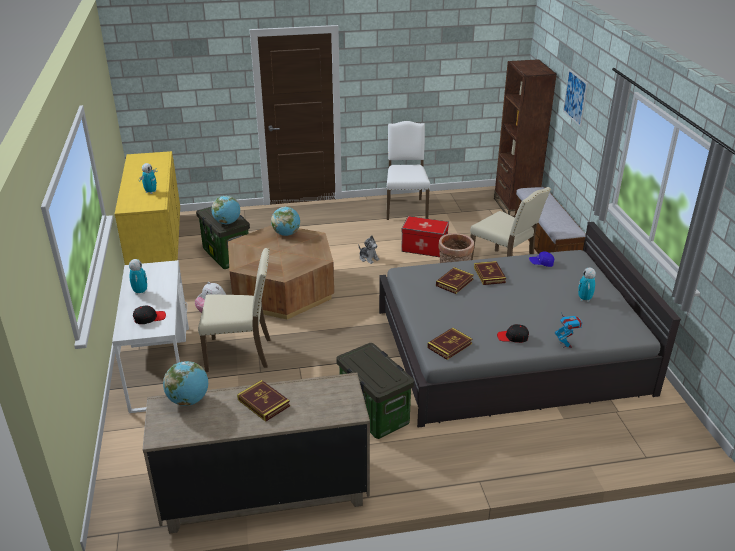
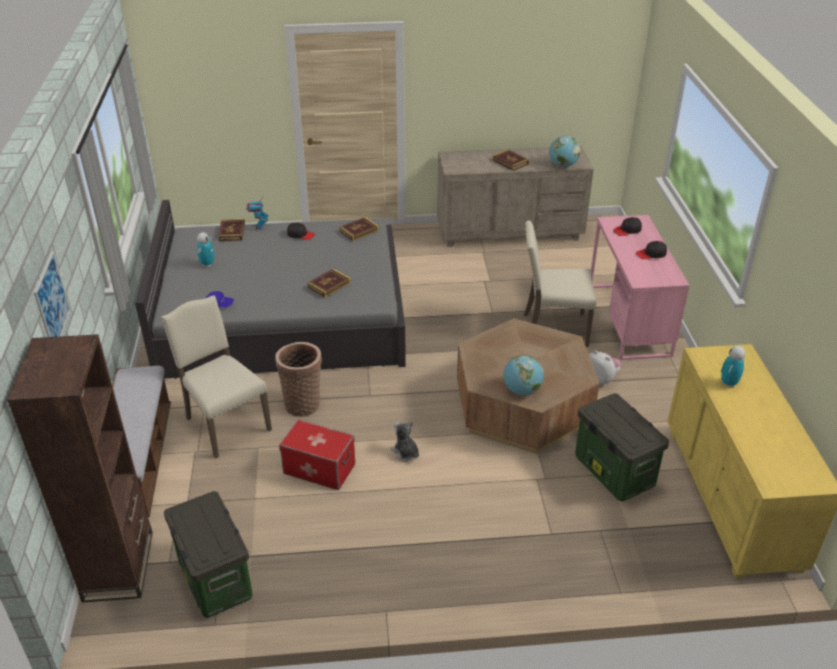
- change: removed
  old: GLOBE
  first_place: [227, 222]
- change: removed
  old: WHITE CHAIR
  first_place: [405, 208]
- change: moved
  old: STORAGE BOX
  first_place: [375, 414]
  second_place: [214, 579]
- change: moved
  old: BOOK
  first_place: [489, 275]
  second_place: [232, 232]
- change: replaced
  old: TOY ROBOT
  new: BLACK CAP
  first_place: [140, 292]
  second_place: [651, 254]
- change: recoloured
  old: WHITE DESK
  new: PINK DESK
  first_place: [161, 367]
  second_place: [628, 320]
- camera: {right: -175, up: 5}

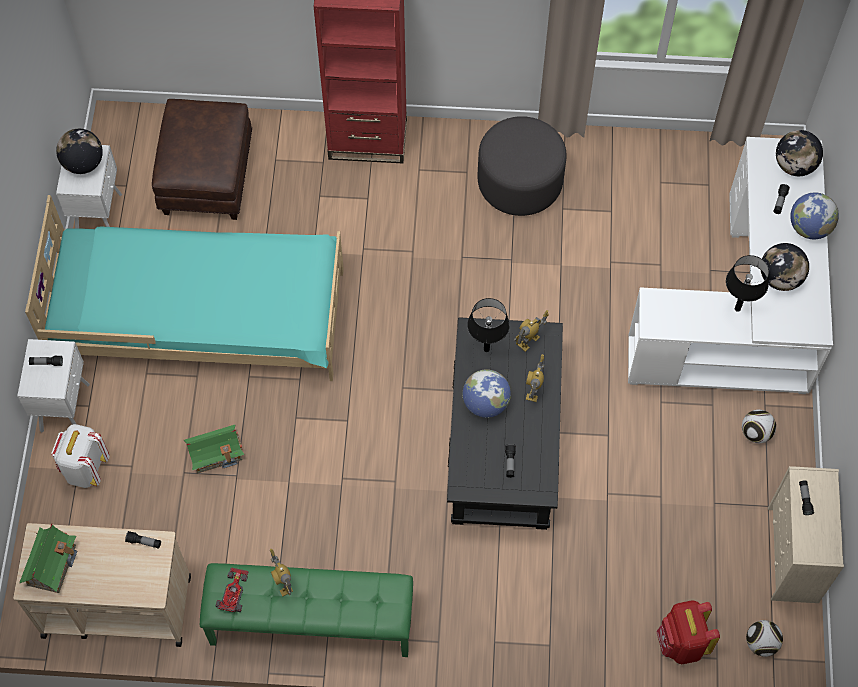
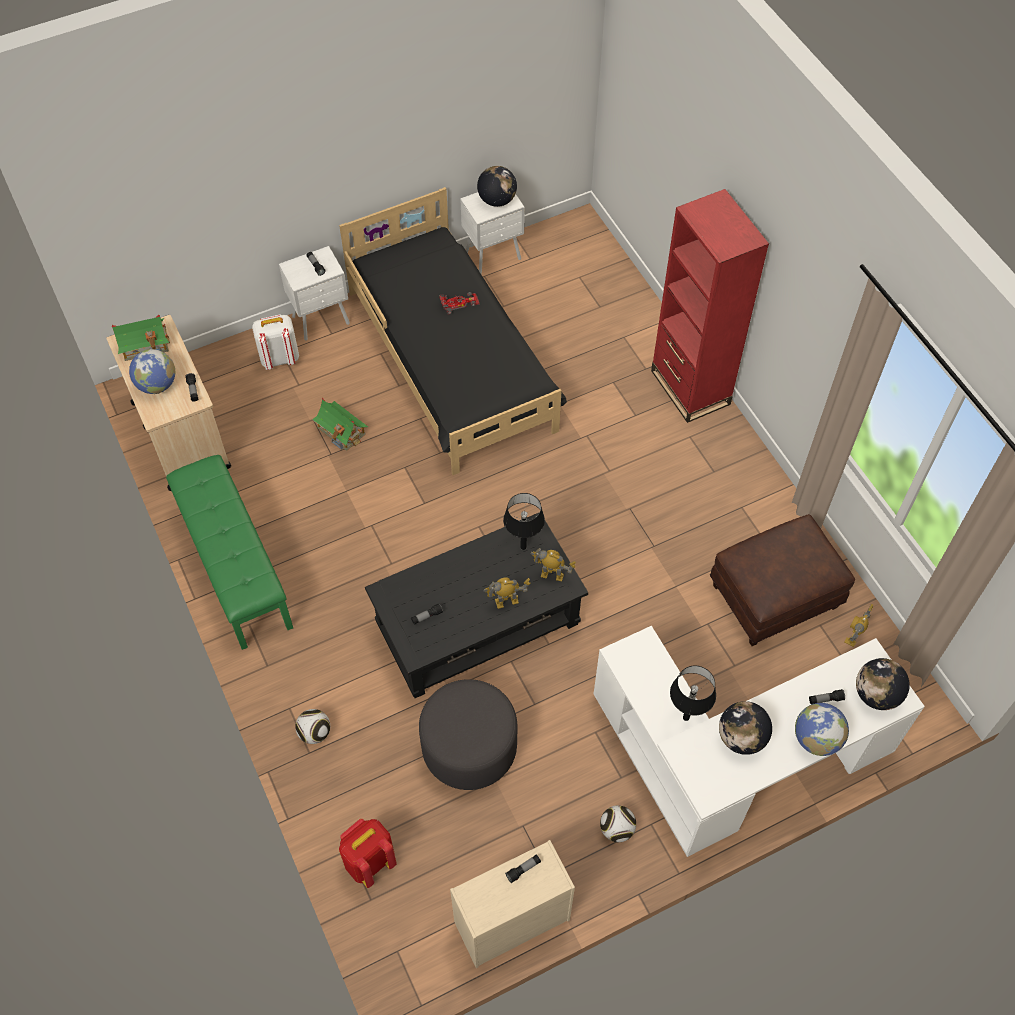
- change: moved
  old: BROWN OTTOMAN
  first_place: [206, 176]
  second_place: [775, 595]
- change: moved
  old: TOY CAR
  first_place: [233, 591]
  second_place: [459, 303]
- change: moved
  old: TOY ROBOT
  first_place: [283, 583]
  second_place: [853, 637]
- change: moved
  old: GLOBE
  first_place: [485, 403]
  second_place: [157, 385]
- change: moved
  old: GREY OTTOMAN
  first_place: [520, 182]
  second_place: [469, 747]
- change: moved
  old: FOOTBALL
  first_place: [761, 643]
  second_place: [314, 732]
- change: recoloured
  old: TURQUOISE BED
  new: BLACK BED
  first_place: [200, 315]
  second_place: [452, 361]
- camera: {right: 60, up: -5}

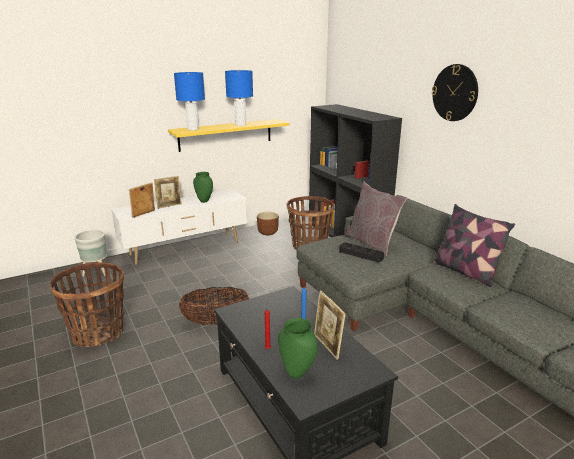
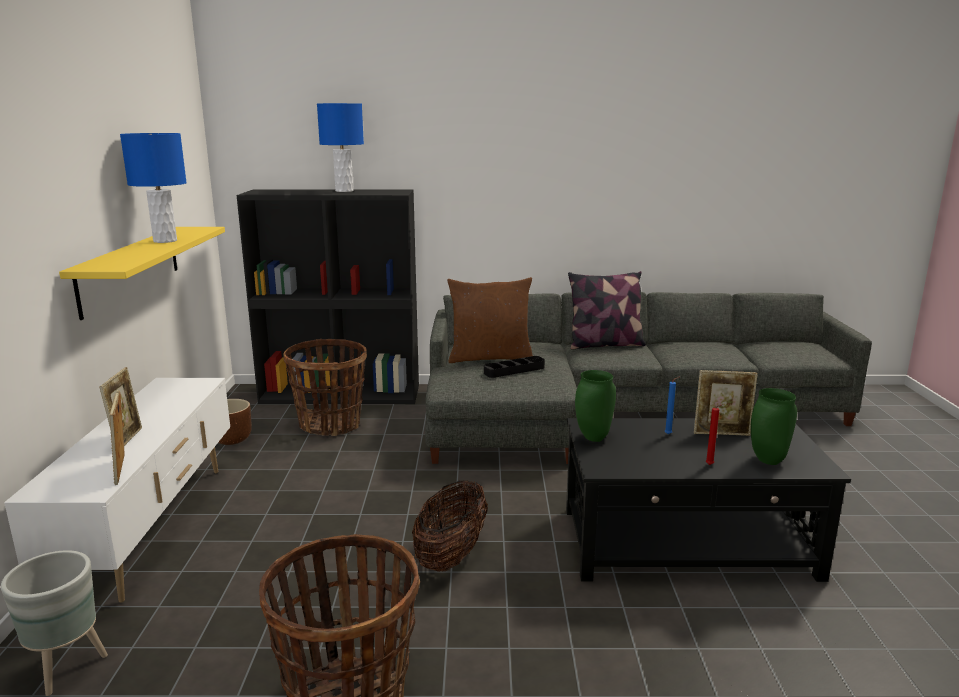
- change: removed
  old: WALL CLOCK
  first_place: [455, 93]
- change: moved
  old: BLUE TABLE LAMP
  first_place: [192, 129]
  second_place: [344, 191]
- change: moved
  old: GREEN VASE
  first_place: [204, 201]
  second_place: [594, 438]
- change: recoloured
  old: GREY PILLOW
  new: BROWN PILLOW
  first_place: [372, 243]
  second_place: [490, 358]
- camera: {right: -60, up: -5}

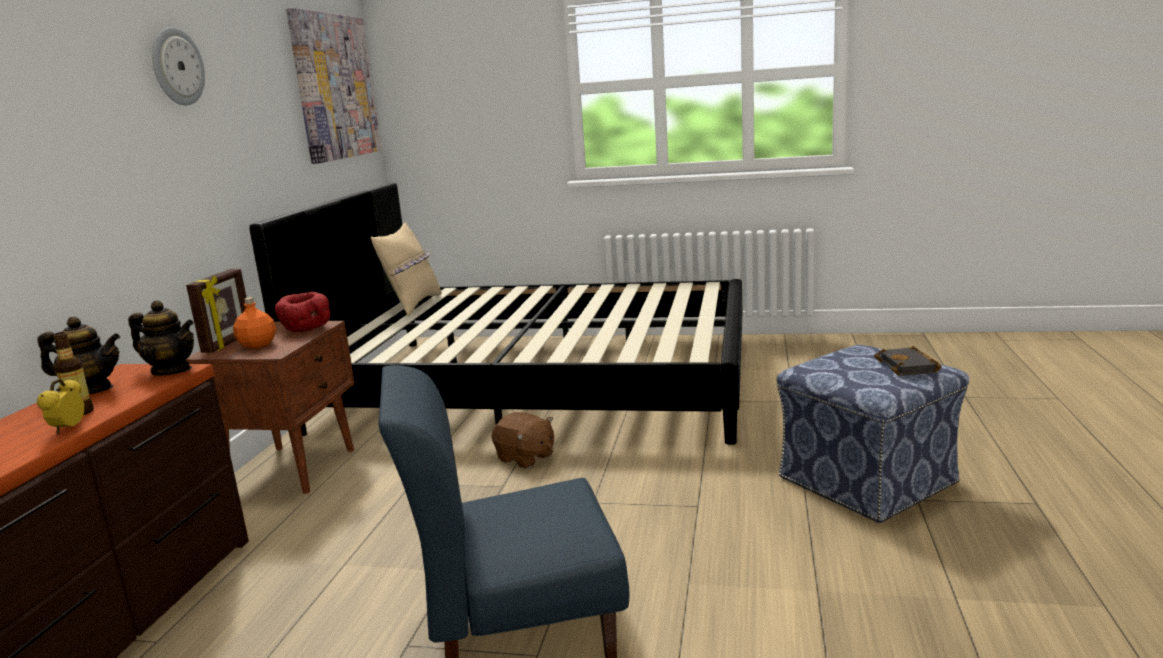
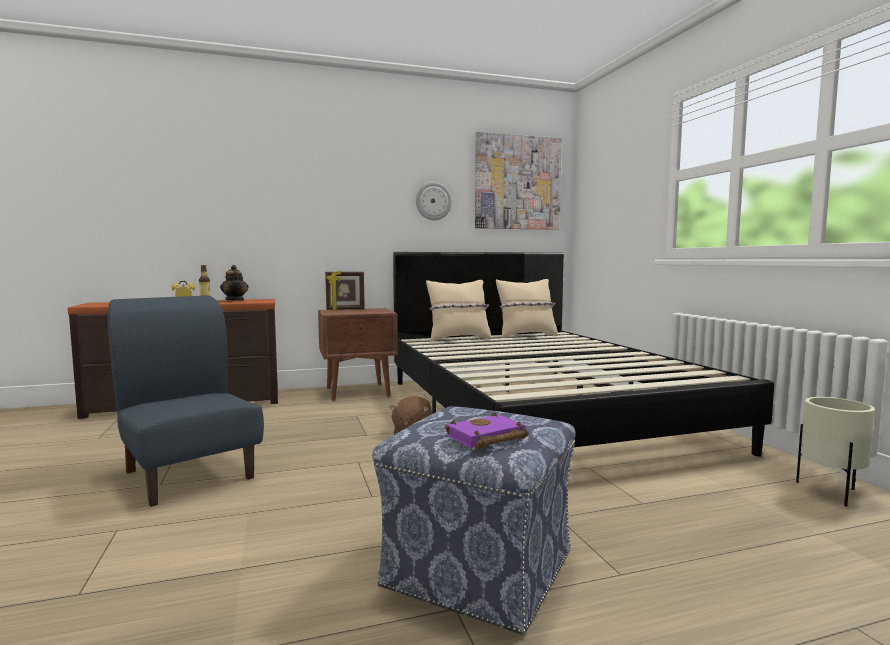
- change: removed
  old: TEAPOT
  first_place: [171, 371]
- change: removed
  old: ORANGE BOTTLE
  first_place: [257, 345]
- change: removed
  old: RED BOWL
  first_place: [305, 329]
- change: added
  new: BEIGE PILLOW
  second_place: [458, 338]
- change: added
  new: BEIGE PLANTER
  second_place: [831, 493]
- change: moved
  old: WALL CLOCK
  first_place: [177, 67]
  second_place: [433, 201]
- change: recoloured
  old: BLACK BOOK
  new: PURPLE BOOK
  first_place: [909, 367]
  second_place: [486, 439]
- camera: {right: 60, up: -10}

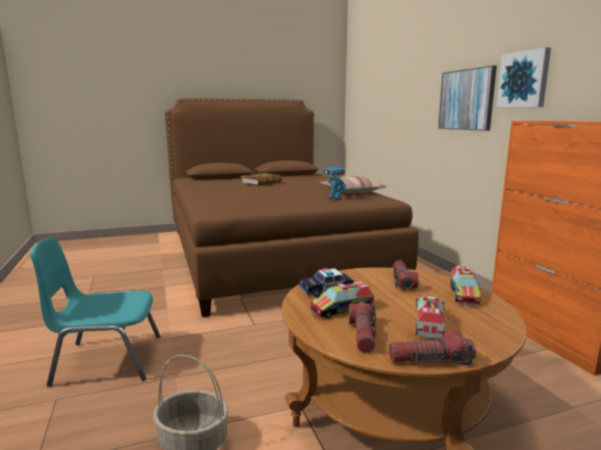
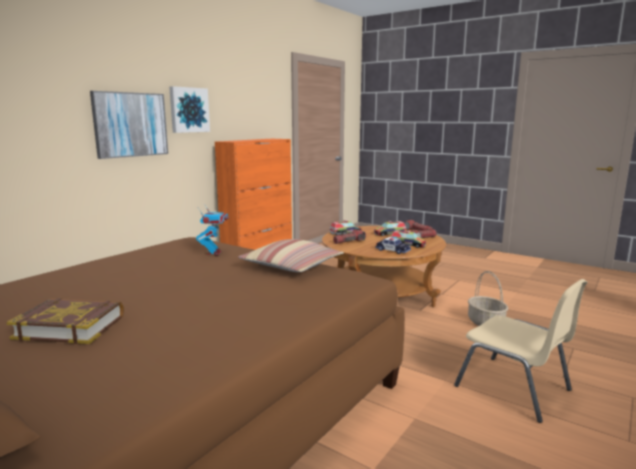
- change: moved
  old: PILLOW
  first_place: [352, 192]
  second_place: [291, 266]
- change: recoloured
  old: TURQUOISE CHAIR
  new: BEIGE CHAIR
  first_place: [106, 360]
  second_place: [514, 388]
- camera: {right: -125, up: 0}

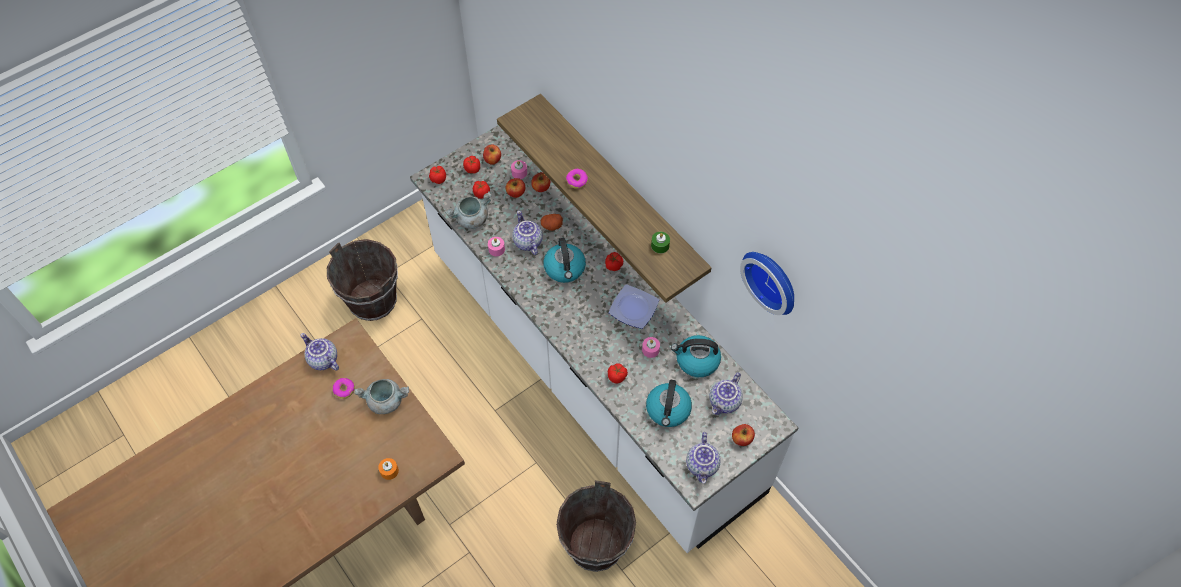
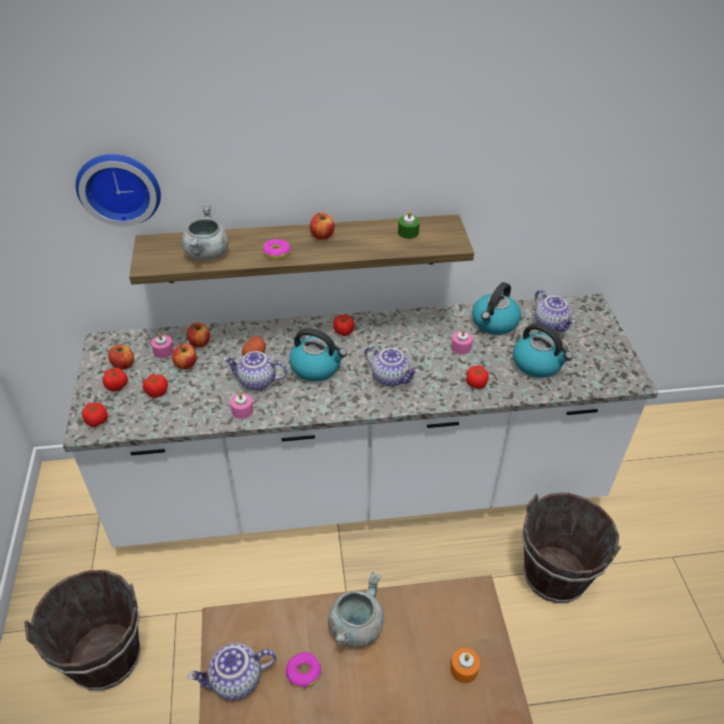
- change: removed
  old: PLATE
  first_place: [634, 309]
- change: moved
  old: GREY COOKING POT
  first_place: [471, 219]
  second_place: [207, 254]
- change: moved
  old: TEAPOT
  first_place: [703, 465]
  second_place: [391, 377]
- change: moved
  old: APPLE
  first_place: [742, 439]
  second_place: [322, 235]
- change: moved
  old: WALL CLOCK
  first_place: [772, 279]
  second_place: [119, 187]
- camera: {right: -60, up: -15}

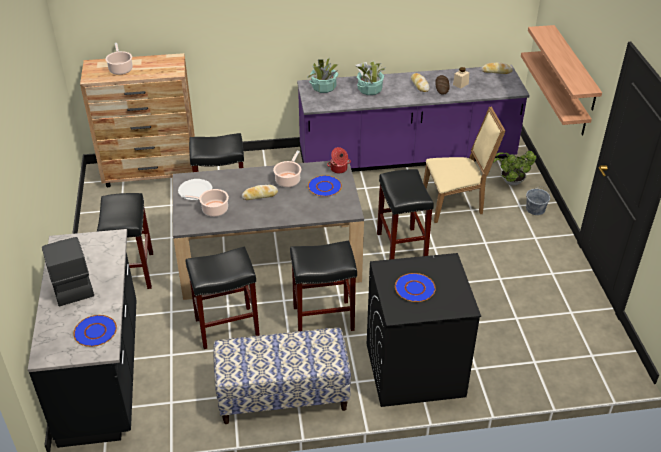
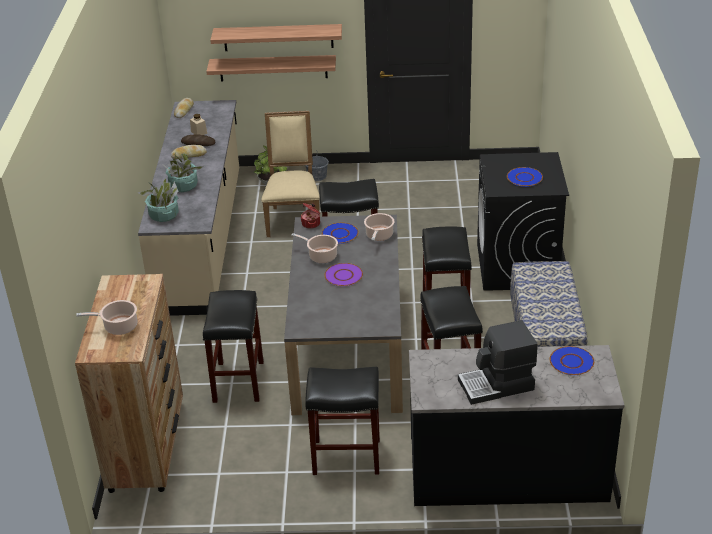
- change: removed
  old: WHITE PLATE
  first_place: [195, 190]
- change: moved
  old: COOKING POT
  first_place: [213, 209]
  second_place: [379, 236]
- change: replaced
  old: BREAD
  new: PURPLE PLATE
  first_place: [260, 195]
  second_place: [344, 275]
- change: recoloured
  old: PURPLE COUNTER
  new: BEIGE COUNTER
  first_place: [407, 157]
  second_place: [202, 240]
- camera: {right: -80, up: -5}

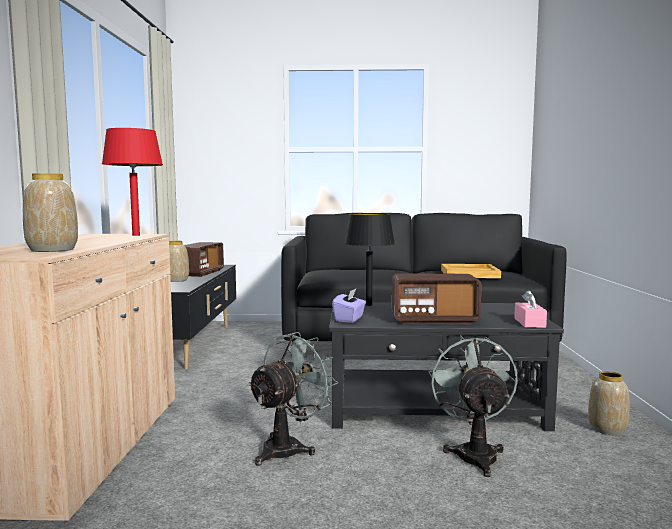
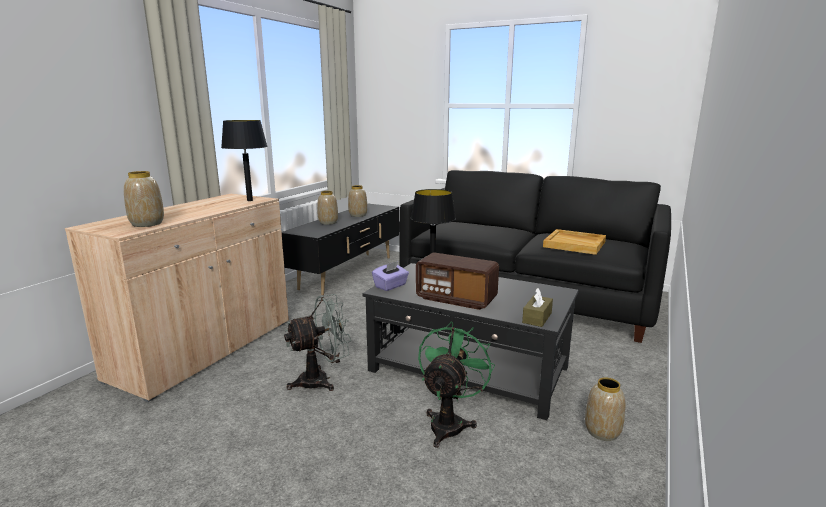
- change: replaced
  old: RADIO
  new: VASE
  first_place: [201, 273]
  second_place: [358, 215]
- change: recoloured
  old: RED TABLE LAMP
  new: BLACK TABLE LAMP
  first_place: [136, 235]
  second_place: [249, 200]
- change: recoloured
  old: GREY FAN
  new: GREEN FAN
  first_place: [474, 453]
  second_place: [449, 422]
- change: recoloured
  old: PINK TISSUE BOX
  new: BROWN TISSUE BOX
  first_place: [529, 323]
  second_place: [537, 318]
- camera: {right: 25, up: 10}

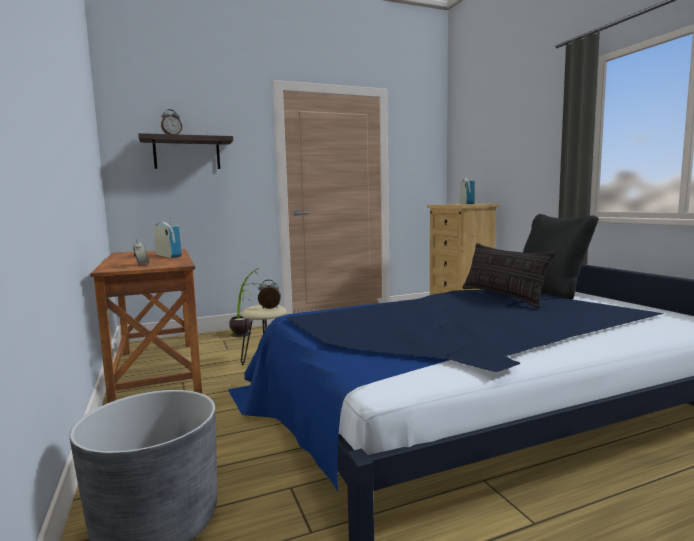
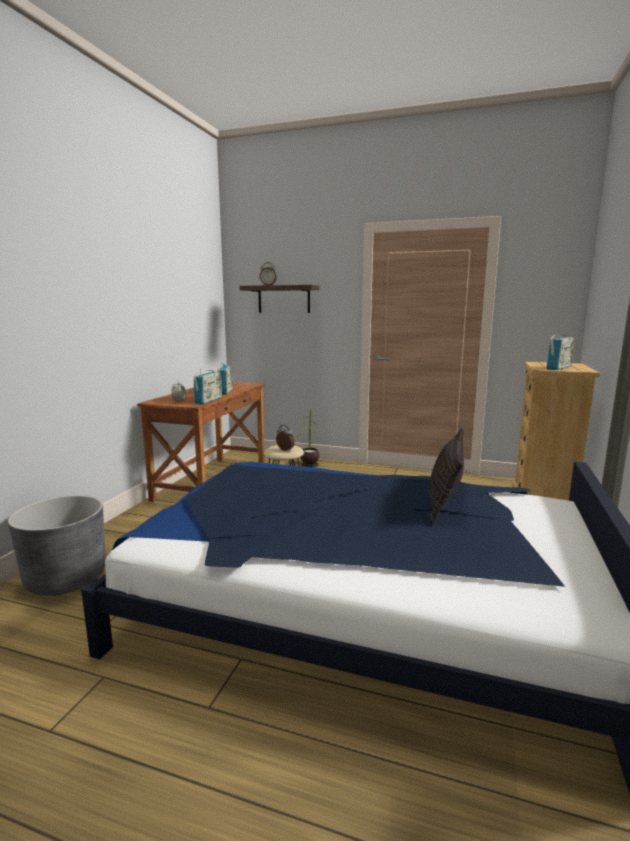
- change: removed
  old: BLACK PILLOW
  first_place: [550, 292]
- change: added
  new: RADIO
  second_place: [208, 400]
- camera: {right: 40, up: 5}

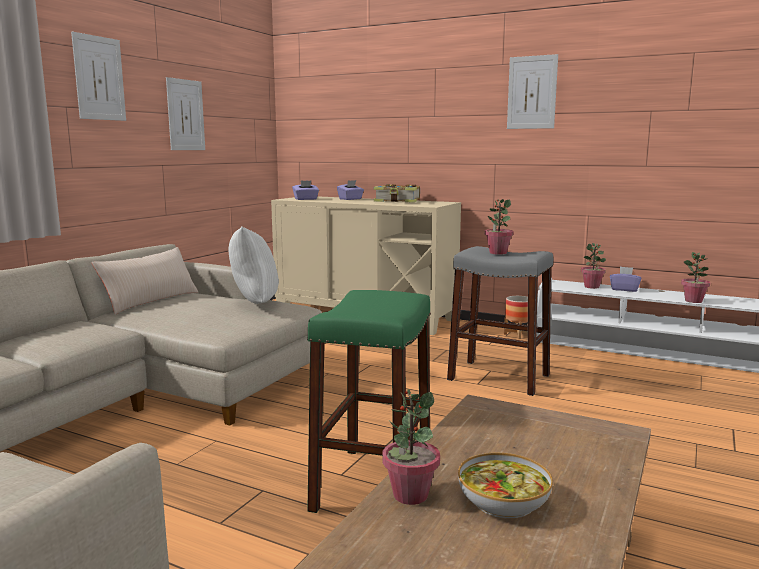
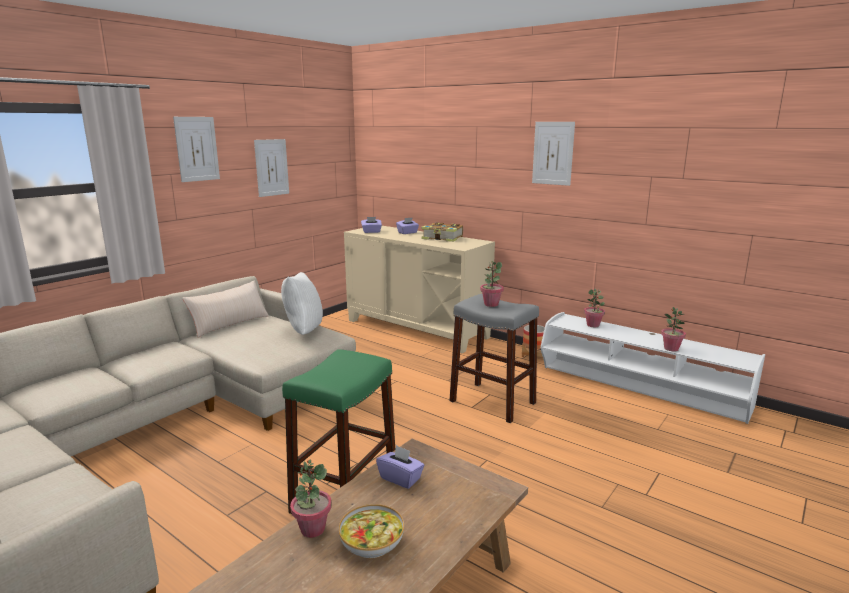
- change: moved
  old: PURPLE TISSUE BOX
  first_place: [624, 289]
  second_place: [400, 478]
- camera: {right: 10, up: 5}

